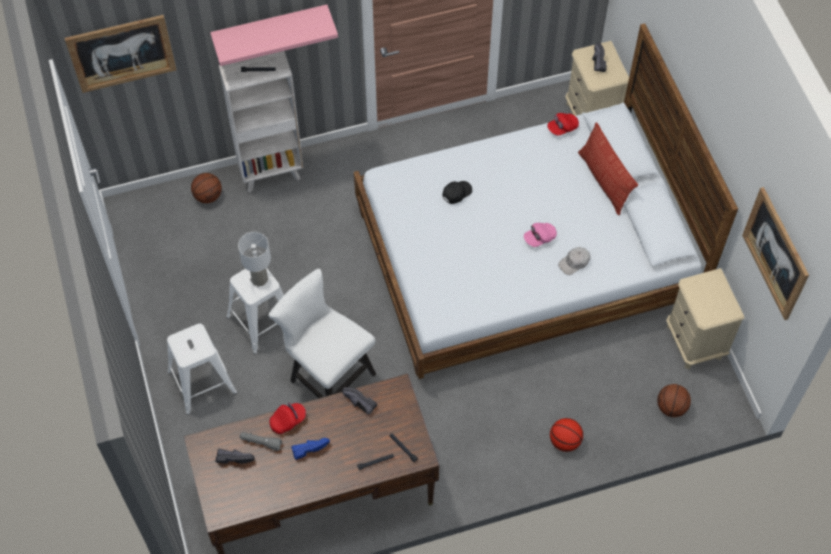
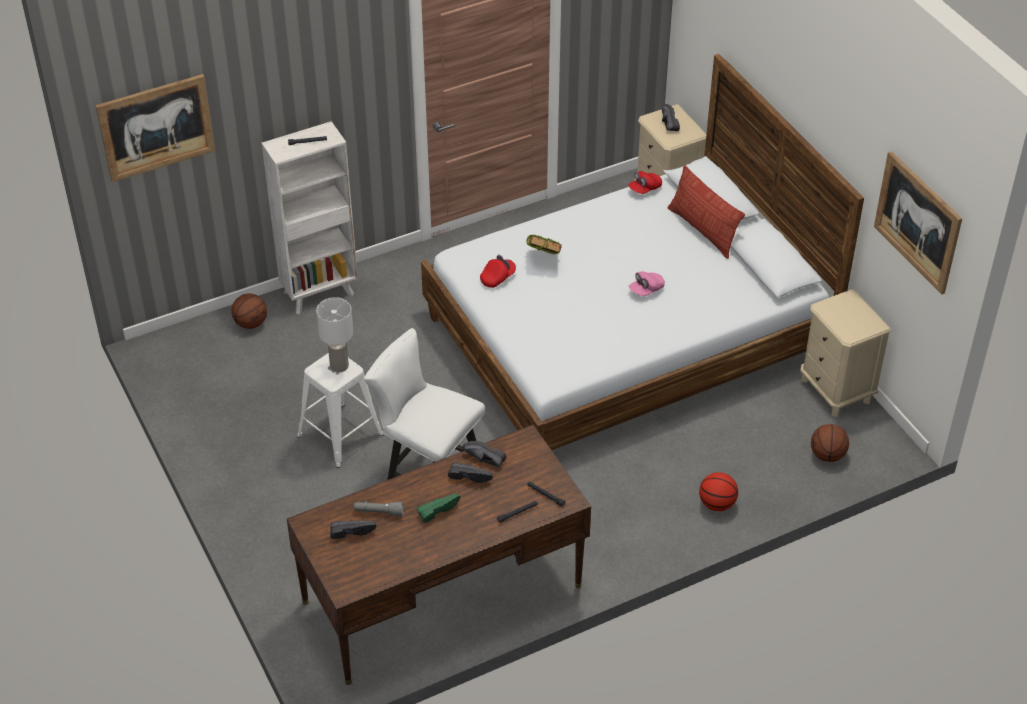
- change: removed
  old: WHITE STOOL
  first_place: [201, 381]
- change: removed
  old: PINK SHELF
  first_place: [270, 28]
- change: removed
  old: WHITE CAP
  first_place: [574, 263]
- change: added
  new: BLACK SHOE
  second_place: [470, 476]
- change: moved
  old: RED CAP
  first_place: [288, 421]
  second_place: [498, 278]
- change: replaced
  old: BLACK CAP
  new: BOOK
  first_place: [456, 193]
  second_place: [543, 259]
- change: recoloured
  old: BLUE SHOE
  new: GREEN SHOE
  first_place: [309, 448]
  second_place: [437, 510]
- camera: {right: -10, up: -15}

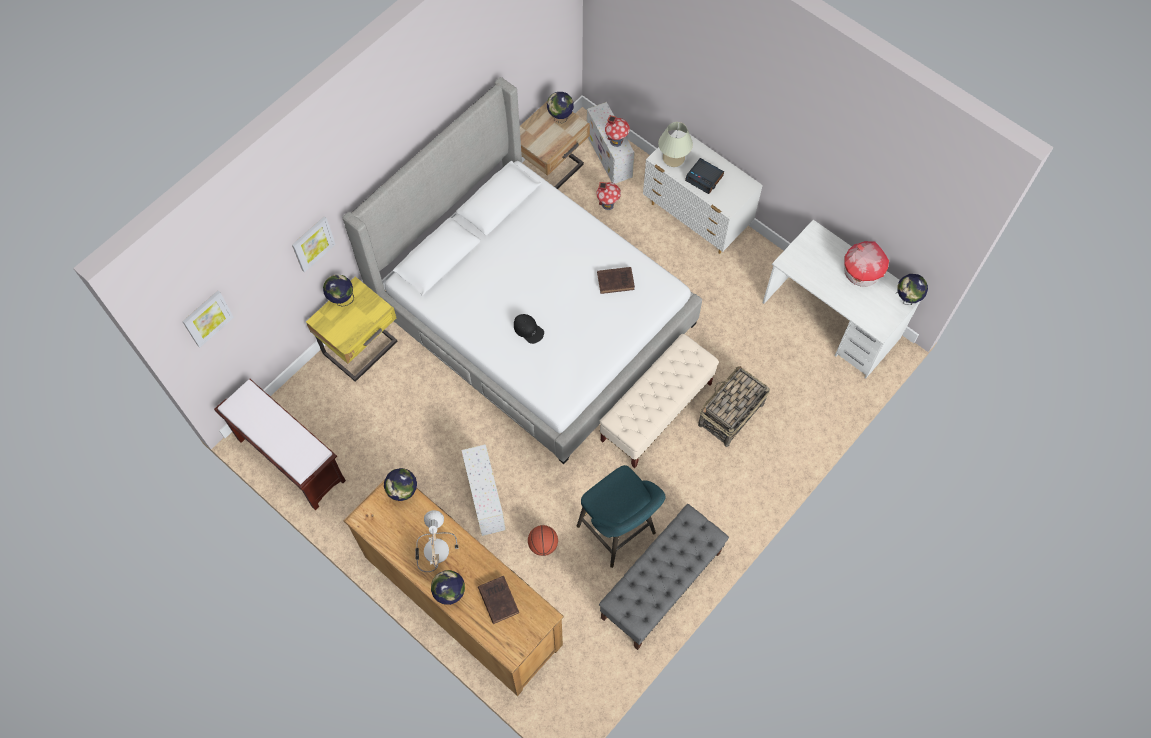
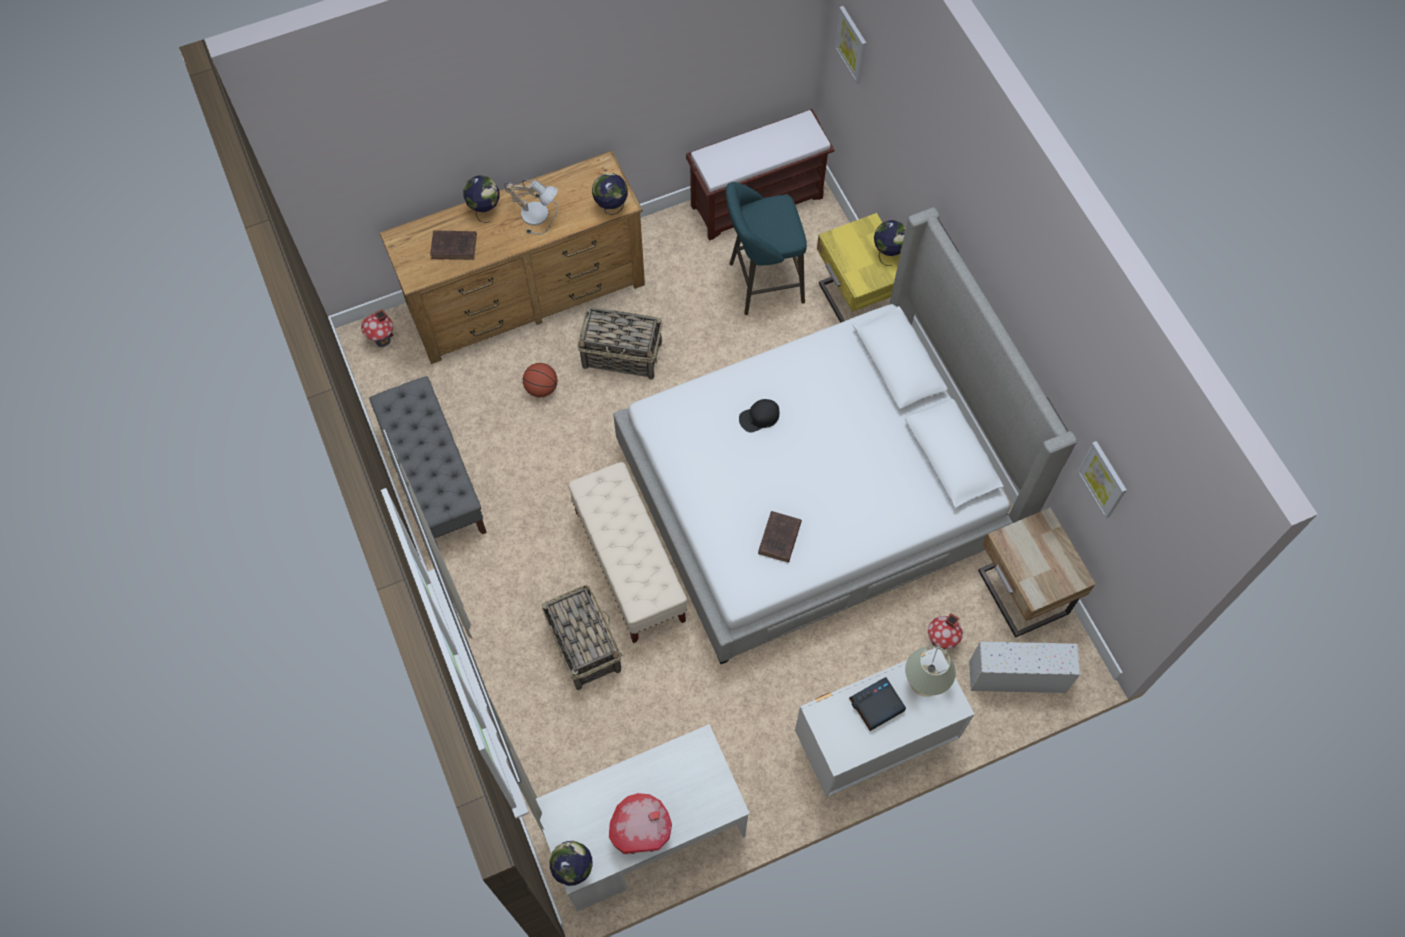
- change: removed
  old: GLOBE
  first_place: [560, 118]
- change: moved
  old: PICTURE
  first_place: [312, 243]
  second_place: [1103, 479]
- change: moved
  old: TURQUOISE STOOL
  first_place: [619, 533]
  second_place: [761, 283]
- change: moved
  old: TOY HOUSE
  first_place: [616, 141]
  second_place: [382, 340]
- change: replaced
  old: WHITE STORAGE BOX
  new: BASKET
  first_place: [484, 497]
  second_place: [623, 355]
- camera: {right: 115, up: 0}

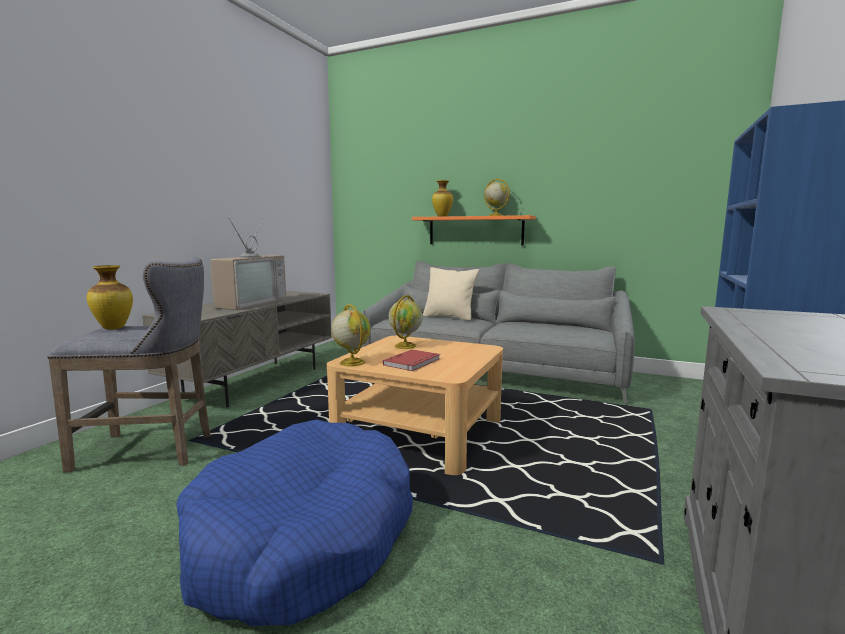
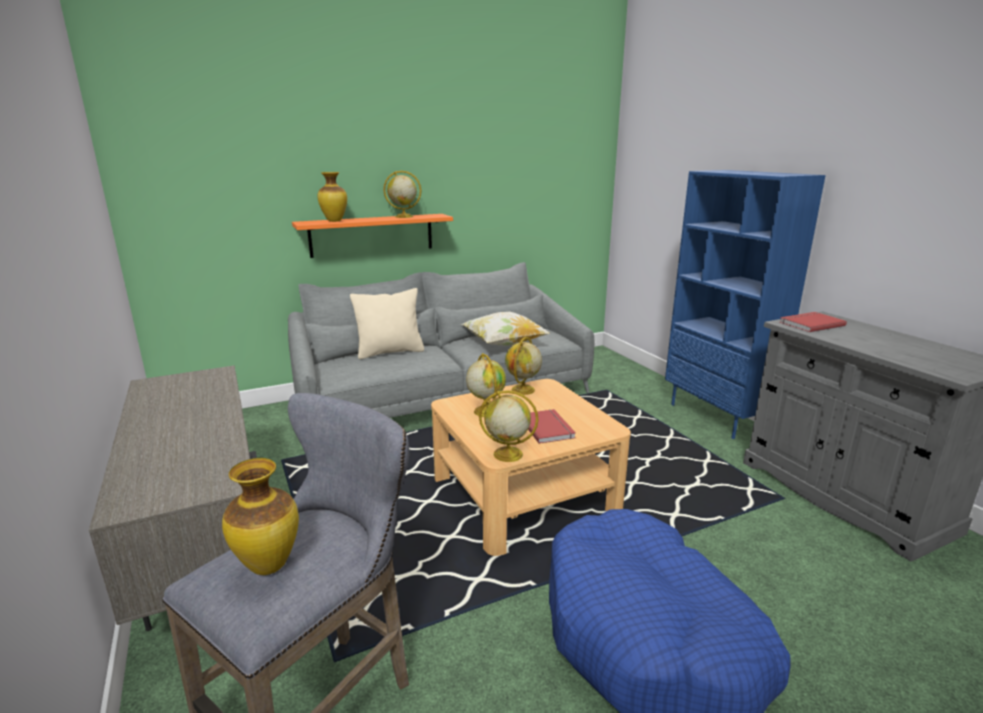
- change: removed
  old: TELEVISION
  first_place: [249, 303]
- change: added
  new: PILLOW
  second_place: [503, 345]
- change: added
  new: GLOBE
  second_place: [523, 390]
- change: added
  new: RED BOOK
  second_place: [810, 324]
- camera: {right: -50, up: 10}

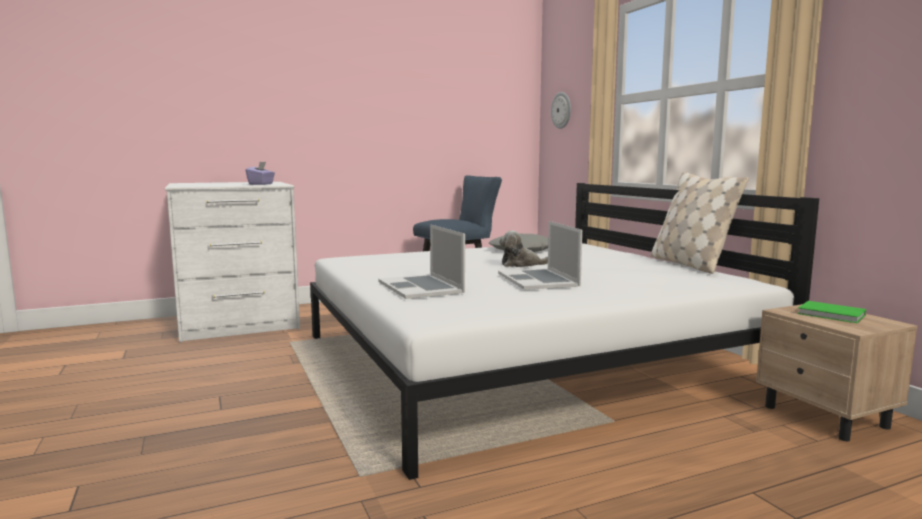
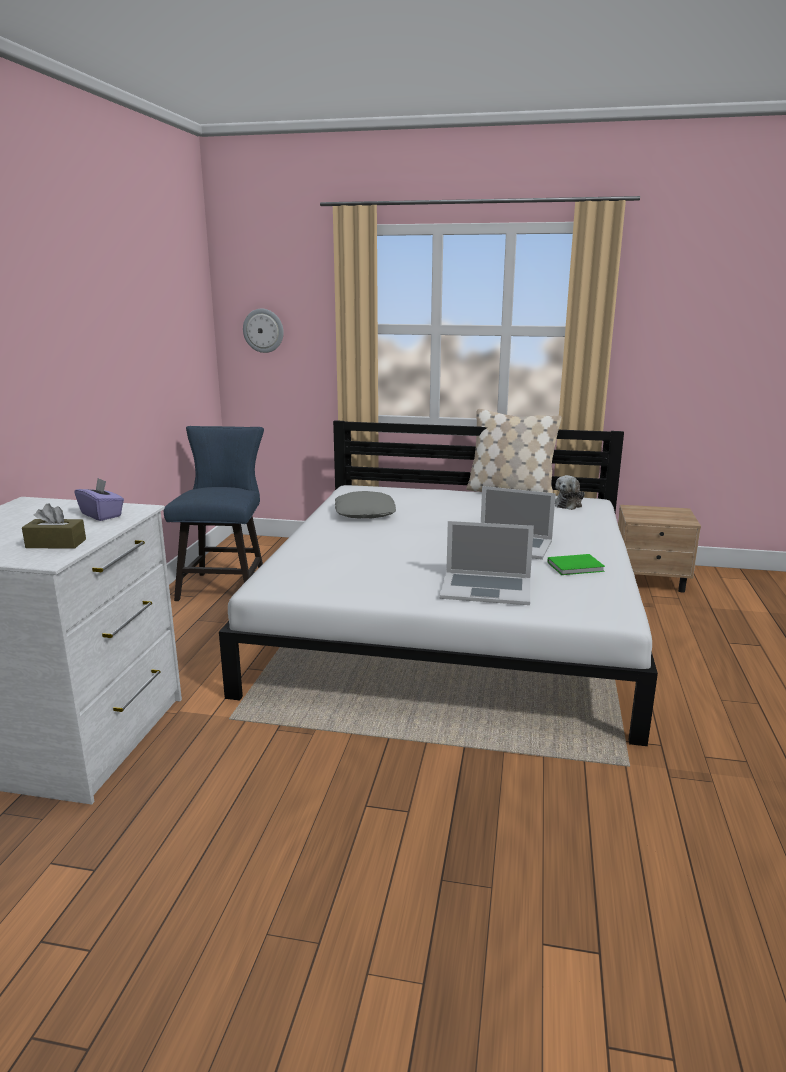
- change: added
  new: BROWN TISSUE BOX
  second_place: [56, 543]
- change: moved
  old: PLUSH TOY
  first_place: [521, 264]
  second_place: [568, 504]
- change: moved
  old: GREEN BOOK
  first_place: [832, 315]
  second_place: [577, 567]
- camera: {right: -55, up: 10}

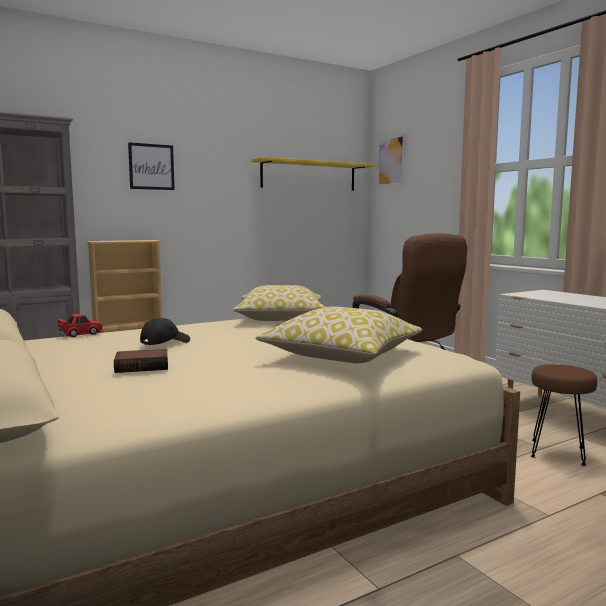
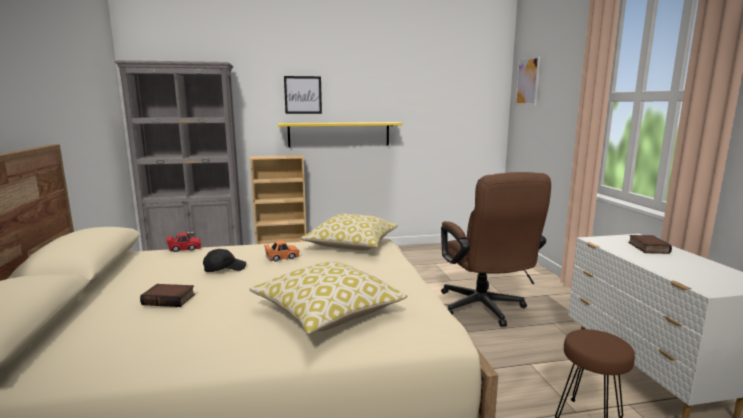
- change: added
  new: ORANGE TOY CAR
  second_place: [282, 257]
- change: added
  new: BOOK
  second_place: [647, 247]
- change: moved
  old: YELLOW SHELF
  first_place: [309, 176]
  second_place: [339, 134]
- camera: {right: 20, up: 5}

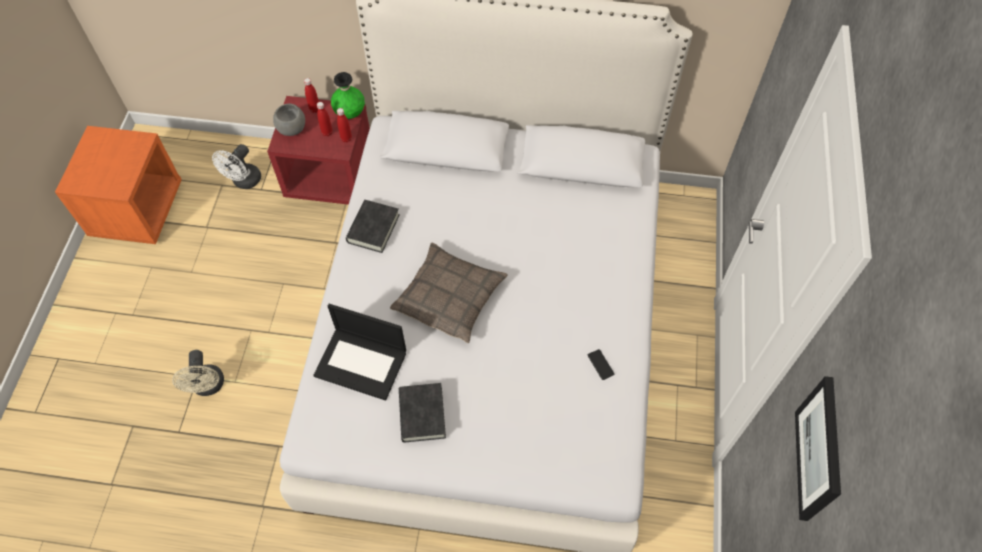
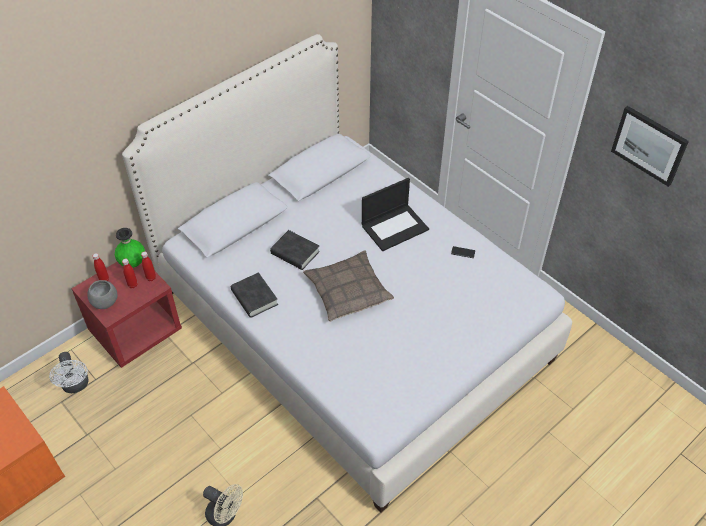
- change: moved
  old: LAPTOP
  first_place: [362, 363]
  second_place: [395, 227]
- change: moved
  old: BLACK BOOK
  first_place: [422, 414]
  second_place: [295, 253]
- camera: {right: -50, up: -10}

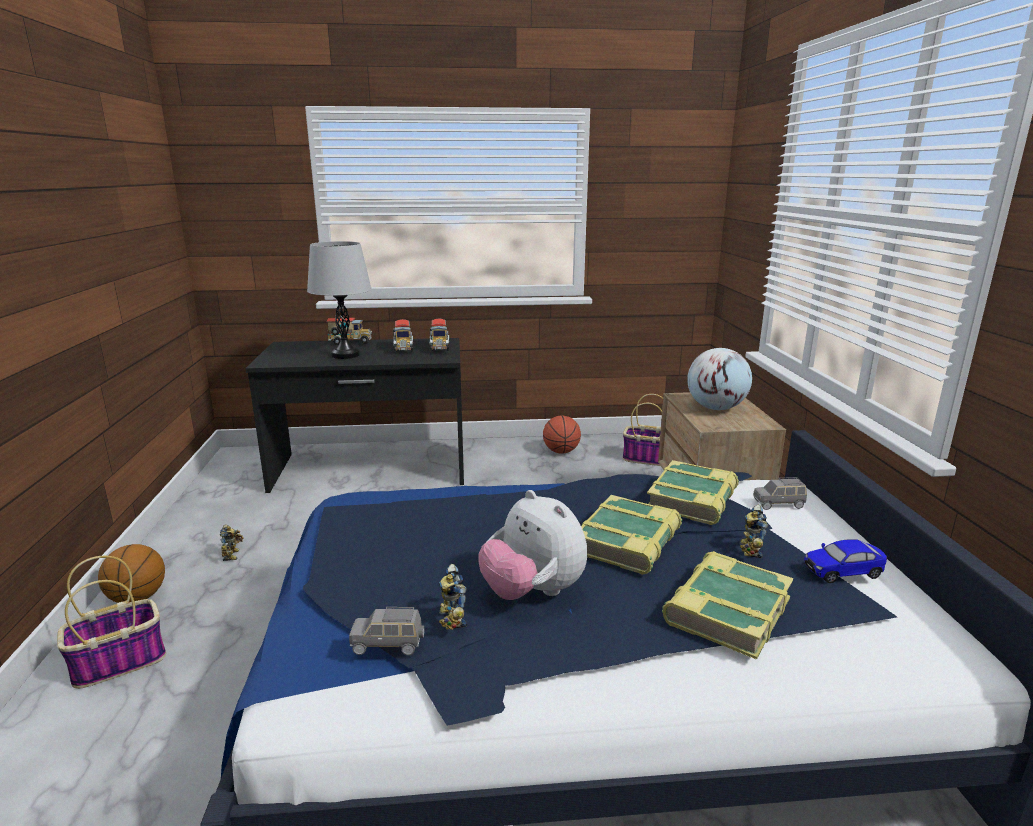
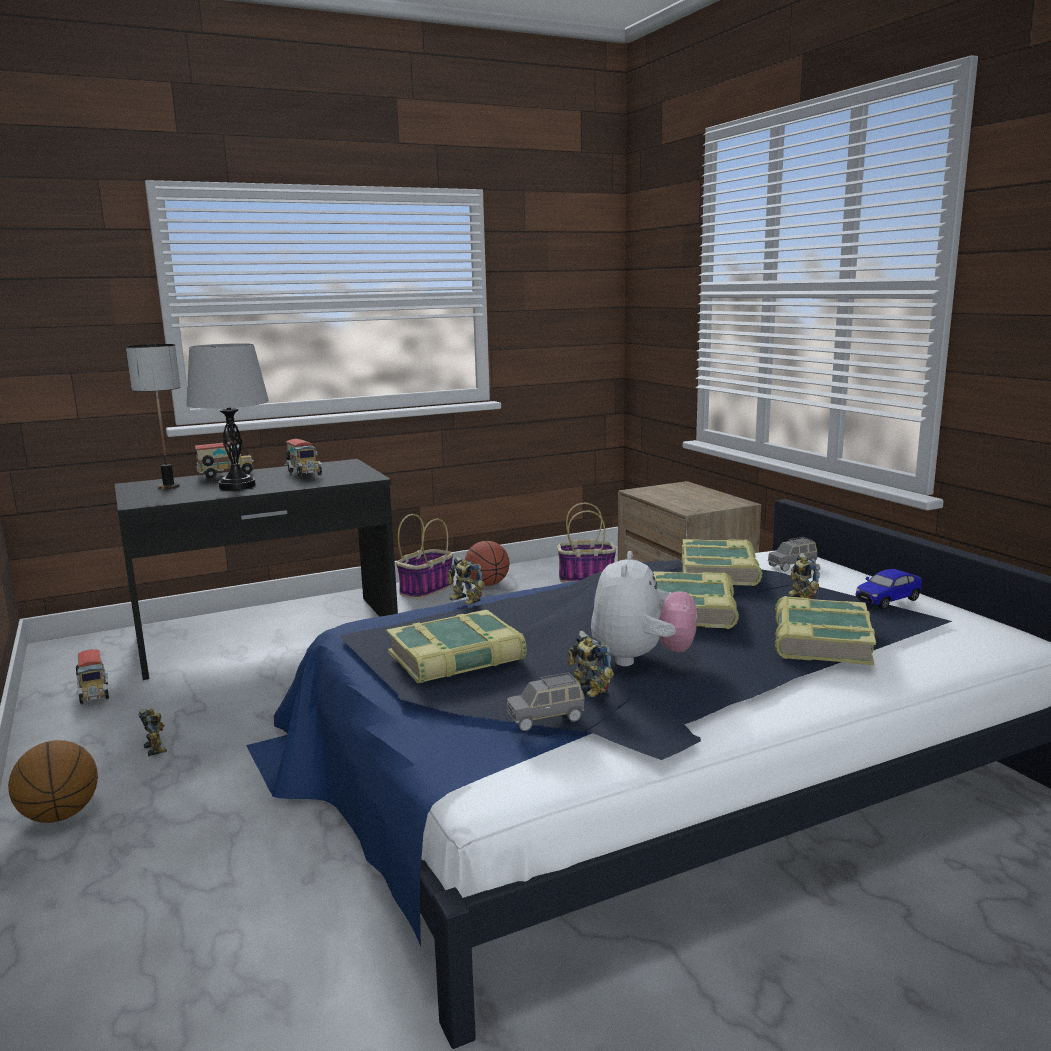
- change: removed
  old: GLOBE
  first_place: [715, 408]
- change: added
  new: TABLE LAMP
  second_place: [169, 486]
- change: added
  new: BOOK
  second_place: [456, 658]
- change: added
  new: TOY ROBOT
  second_place: [464, 601]
- change: moved
  old: BASKET
  first_place: [120, 662]
  second_place: [426, 589]
- change: moved
  old: TOY TRUCK
  first_place: [439, 348]
  second_place: [93, 694]
- change: turned
  old: PLUSH TOY
  first_place: [533, 592]
  second_place: [641, 659]
  degrees: -105
- camera: {right: -20, up: -5}

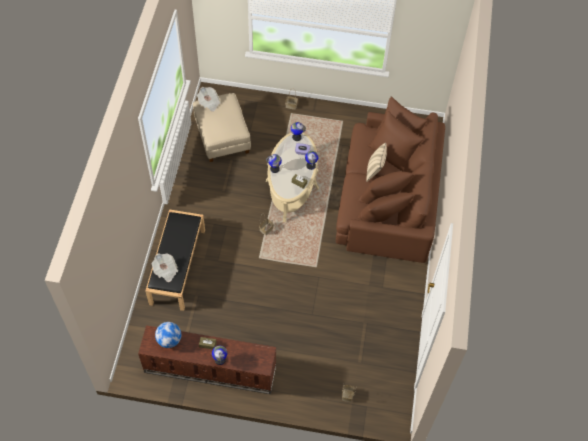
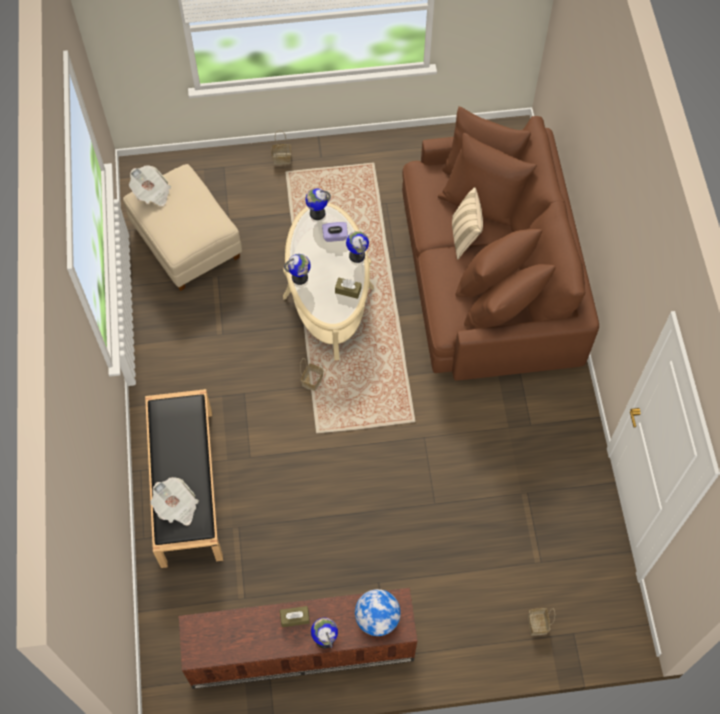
- change: moved
  old: GLOBE
  first_place: [169, 340]
  second_place: [377, 618]
- camera: {right: -15, up: 5}

